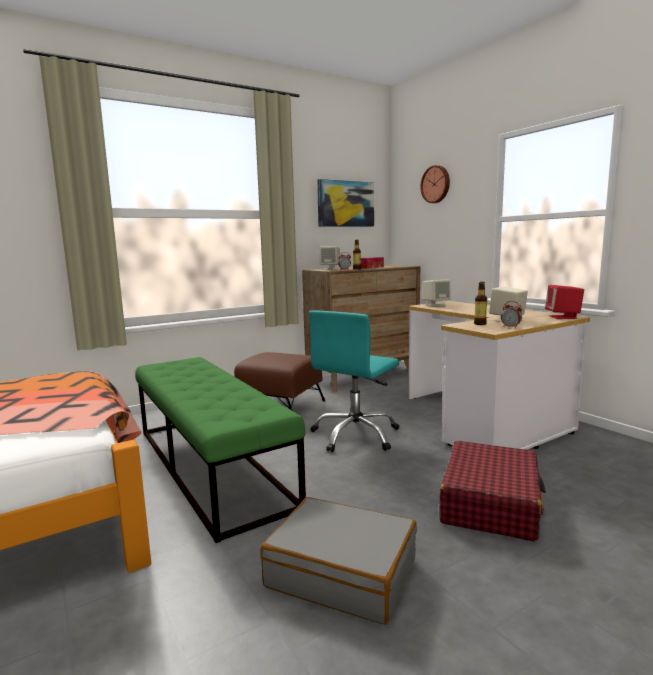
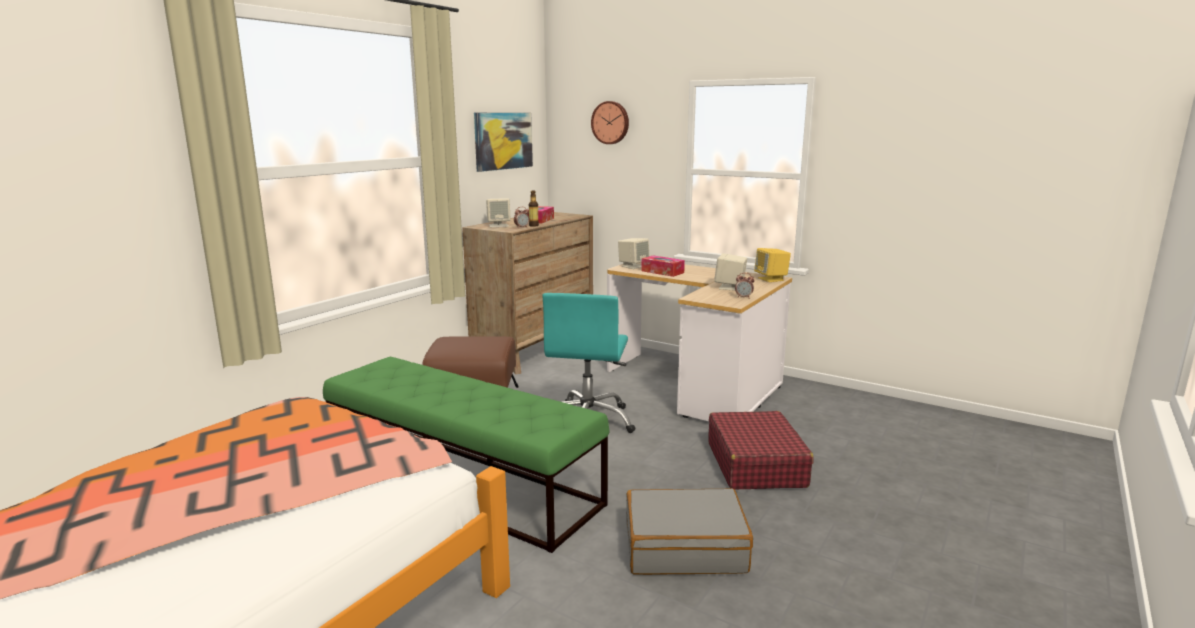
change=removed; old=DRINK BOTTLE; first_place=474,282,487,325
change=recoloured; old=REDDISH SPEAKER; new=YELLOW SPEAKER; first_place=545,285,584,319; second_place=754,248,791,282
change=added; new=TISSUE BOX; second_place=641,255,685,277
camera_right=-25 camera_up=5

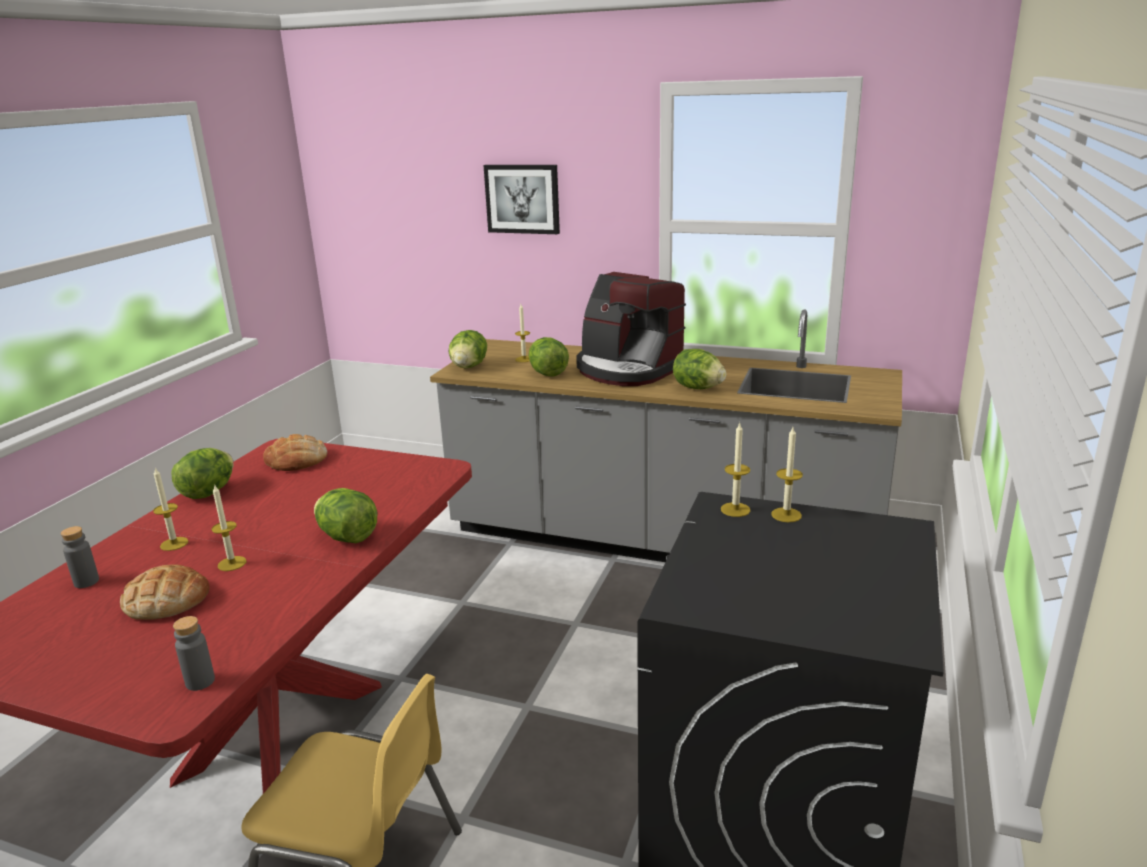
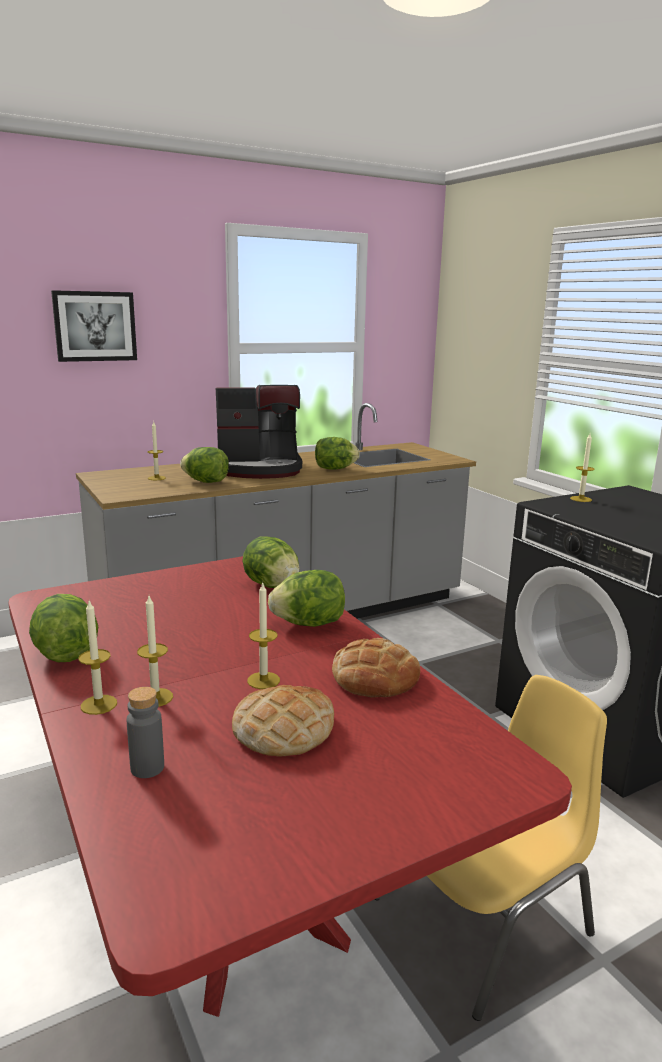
change=moved; old=LETTUCE; first_place=449,330,487,368; second_place=243,537,300,588
change=moved; old=WAX CANDLE; first_place=721,422,750,517; second_place=78,600,117,715
change=moved; old=BAKED BREAD; first_place=263,434,327,471; second_place=332,638,420,698
change=removed; old=GREYISH DRINK BOTTLE; first_place=173,616,215,691
camera_right=-50 camera_up=-5

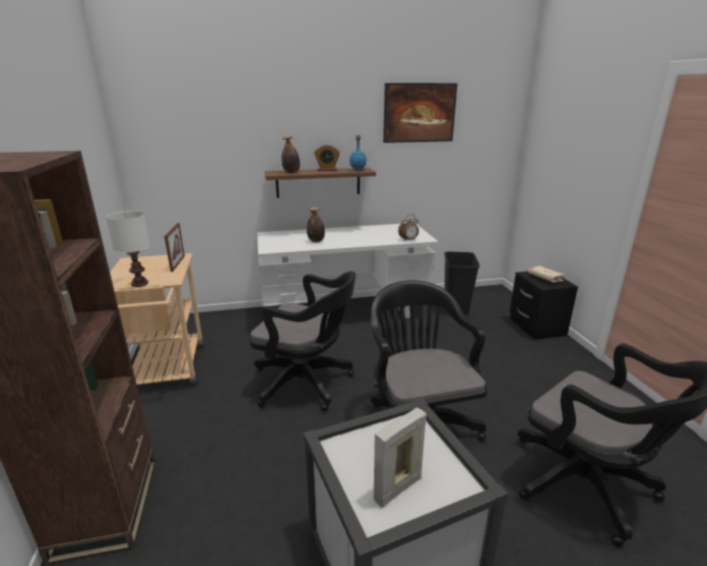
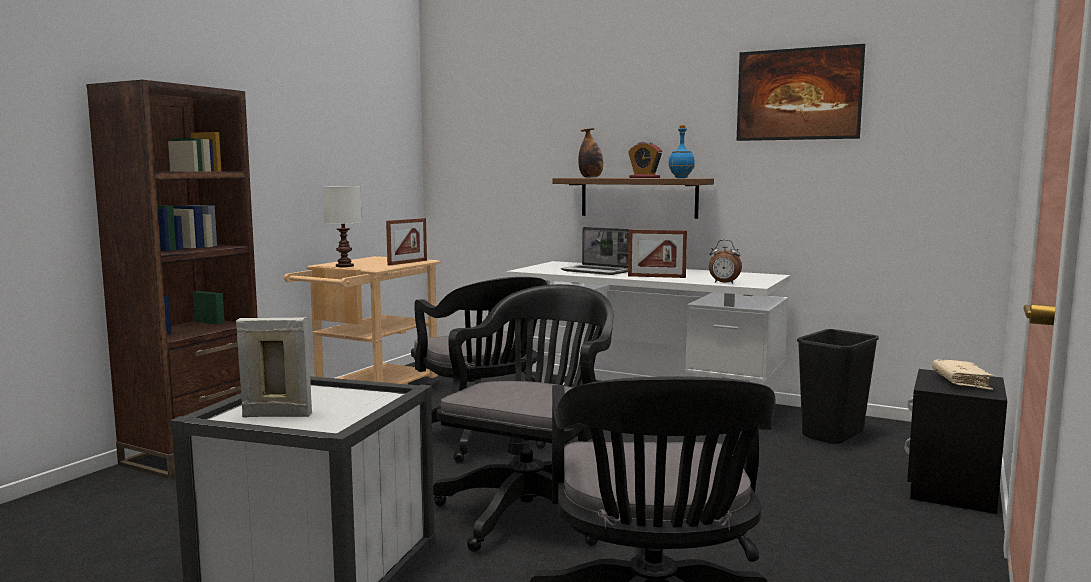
change=replaced; old=DRINK BOTTLE; new=LAPTOP; first_place=307,207,325,242; second_place=561,227,632,275
change=added; new=STANDING FRAME; second_place=628,230,687,278
camera_right=40 camera_up=-15

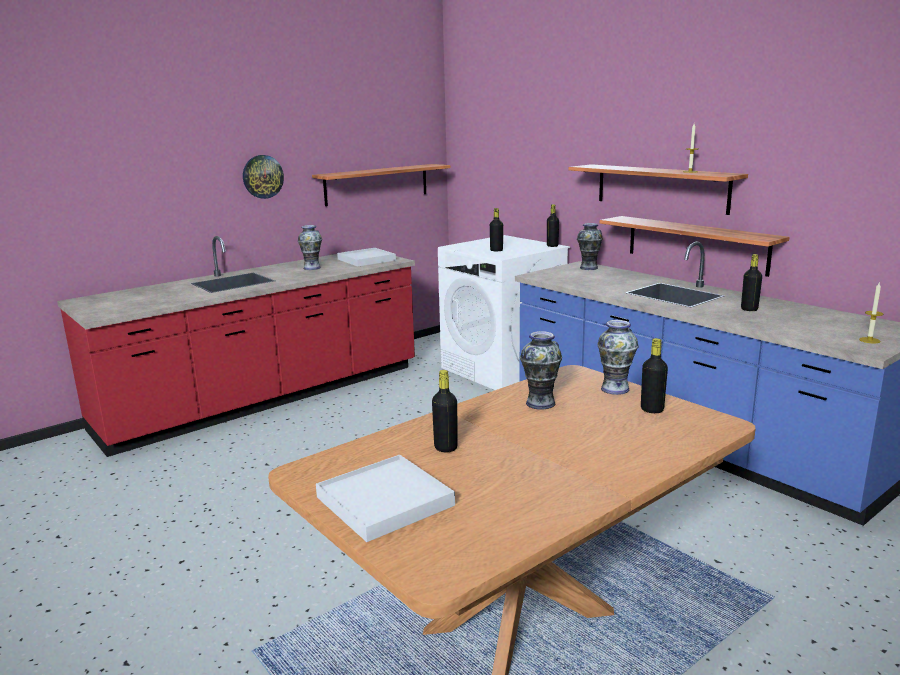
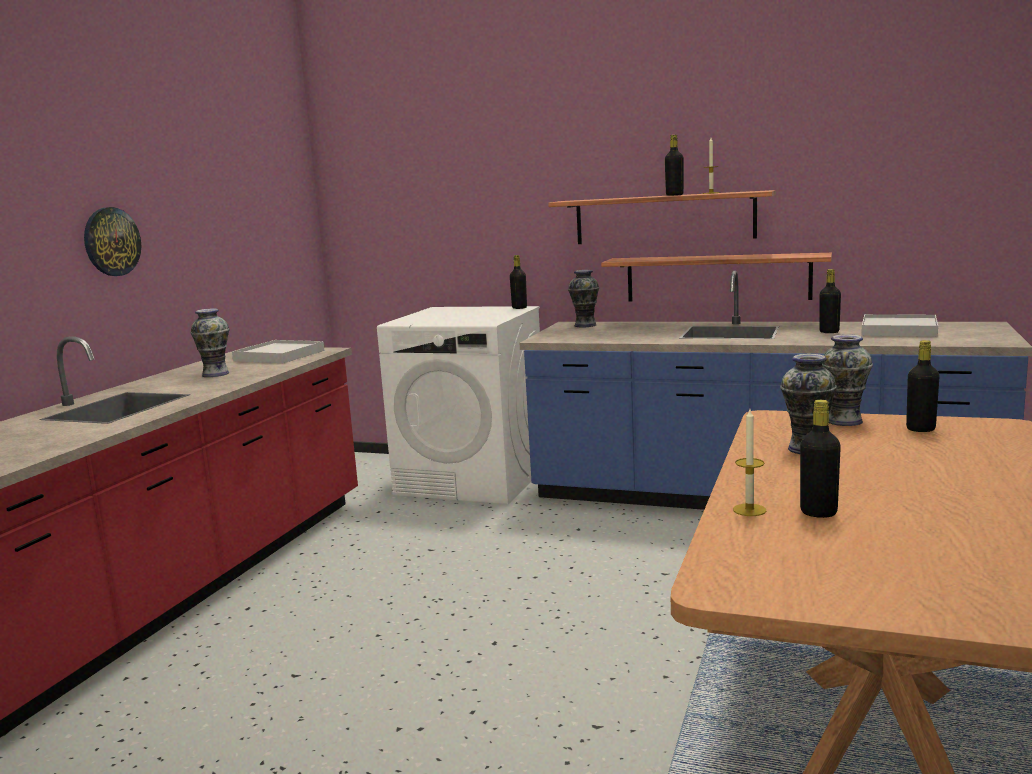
change=removed; old=SHELF; first_place=312,164,451,206
change=moved; old=BLACK DRINK BOTTLE; first_place=490,208,503,251; second_place=665,135,684,196
change=moved; old=WAX CANDLE; first_place=859,283,883,344; second_place=733,409,767,516
change=moved; old=WHITISH CARRYING TRAY; first_place=316,455,455,542; second_place=861,314,938,337
camera_right=-30 camera_up=-5

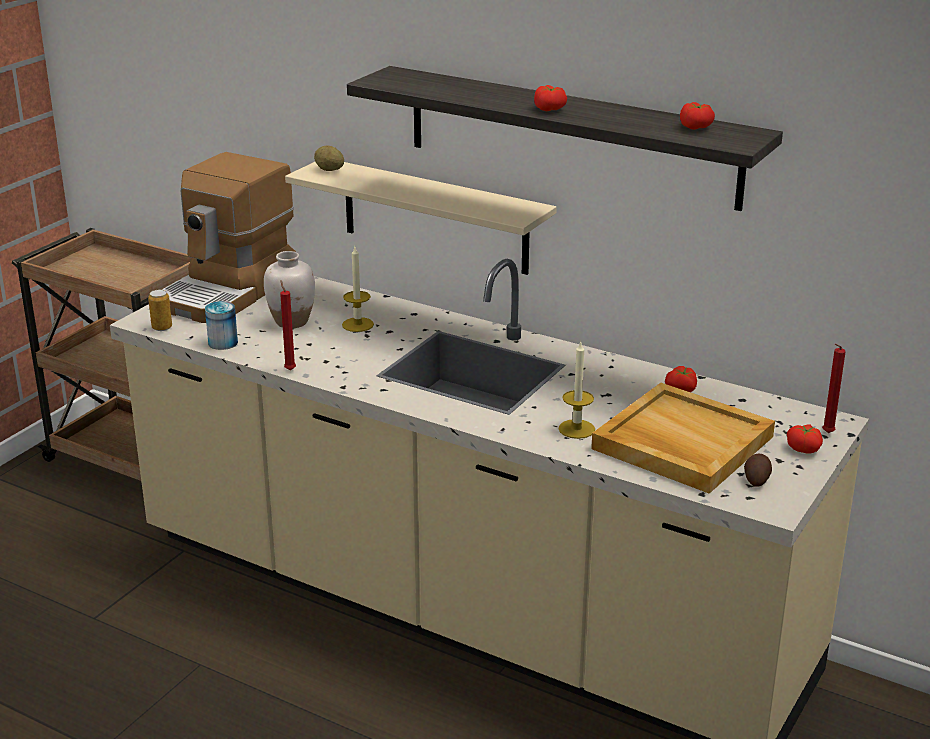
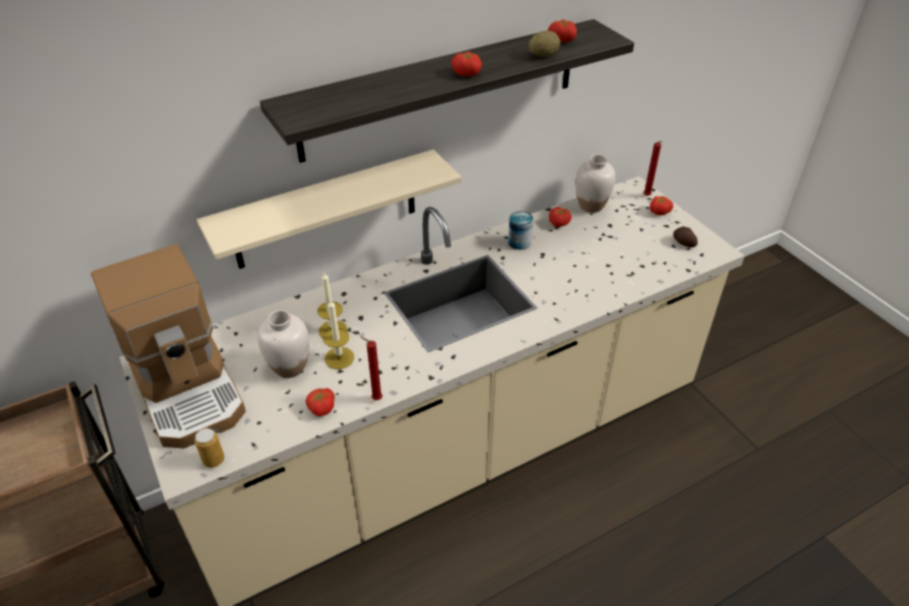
change=moved; old=SPUD; first_place=314,146,344,171; second_place=529,31,560,57
change=moved; old=METAL CAN; first_place=205,301,238,350; second_place=508,211,533,250
change=moved; old=WAX CANDLE; first_place=558,341,595,439; second_place=323,299,354,369
change=removed; old=BEIGE CARRYING TRAY; first_place=591,383,775,494
change=added; new=WHITISH VASE; second_place=575,154,615,213
change=added; new=TOMATO; second_place=305,388,335,417
camera_right=-60 camera_up=15

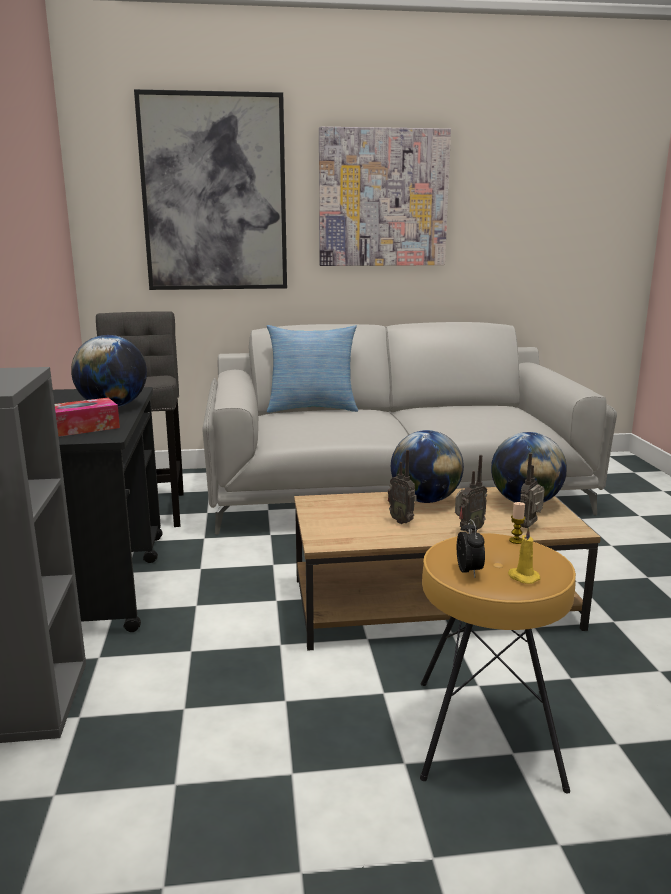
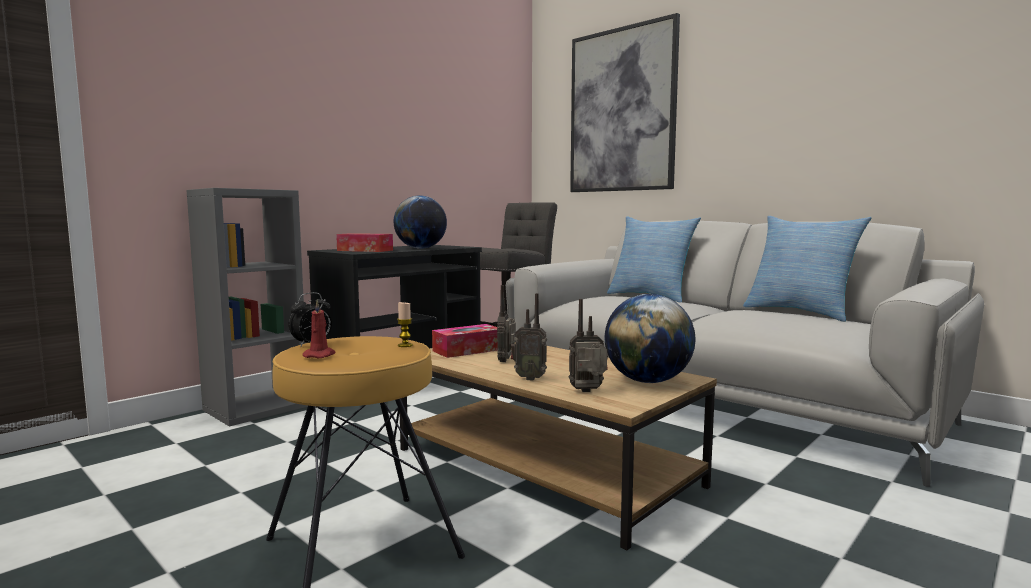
change=removed; old=WALL ART; first_place=319,127,451,266
change=removed; old=GLOBE; first_place=391,430,464,503
change=recoloured; old=YELLOW WAX CANDLE; new=REDDISH WAX CANDLE; first_place=508,527,540,584; second_place=303,300,335,358
change=added; new=THROW PILLOW; second_place=743,216,872,322
change=added; new=TISSUE BOX; second_place=432,324,498,358
camera_right=50 camera_up=-10

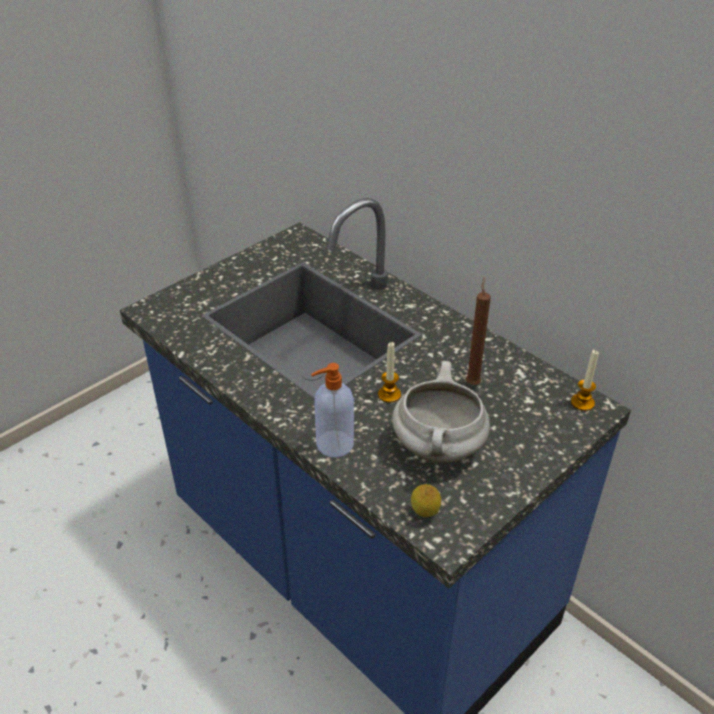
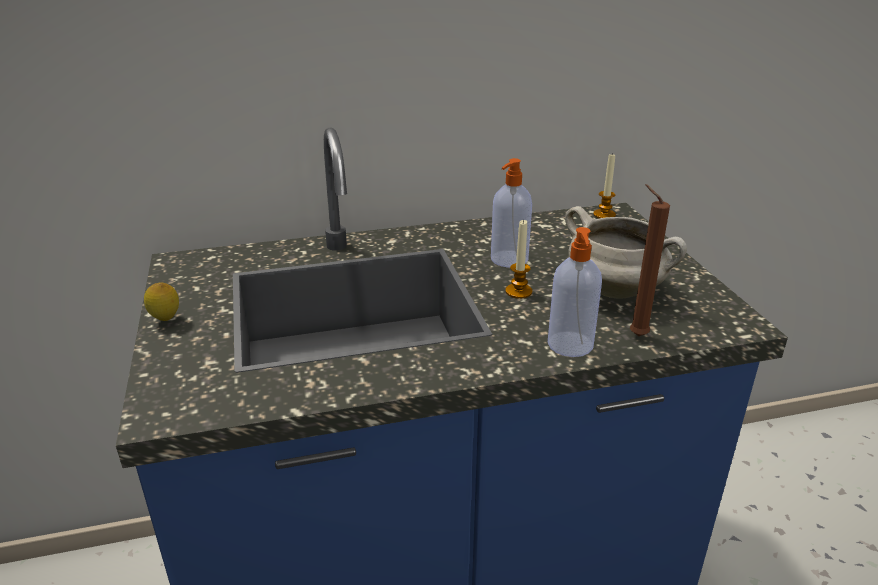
change=moved; old=BROWNISH WAX CANDLE; first_place=466,277,491,385; second_place=630,184,670,336
change=moved; old=CITRUS FRUIT; first_place=411,484,441,517; second_place=144,282,179,321
change=added; new=SOAP DISPENSER; second_place=491,158,532,267
camera_right=-60 camera_up=-10

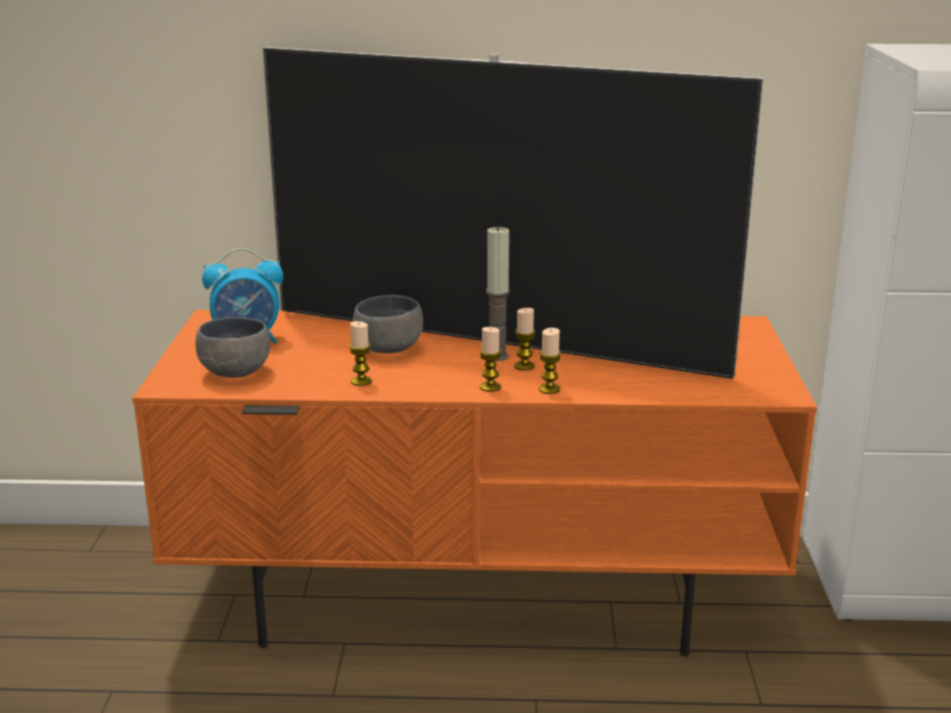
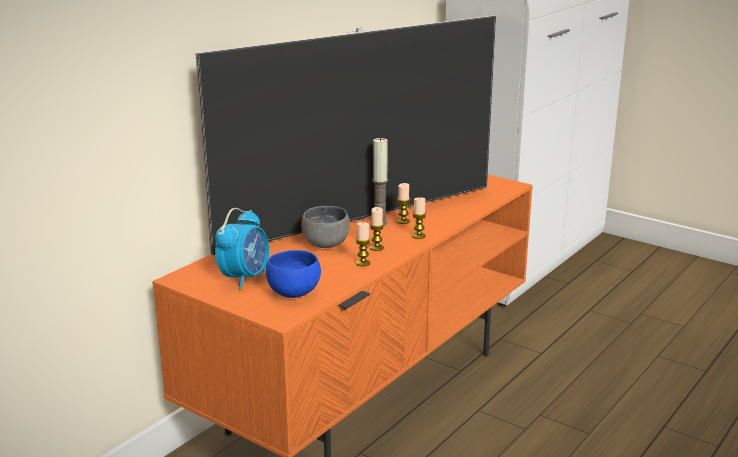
change=recoloured; old=GREYISH SERVING BOWL; new=BLUISH SERVING BOWL; first_place=196,317,271,378; second_place=266,250,321,298
change=moved; old=WAX CANDLE; first_place=539,328,561,394; second_place=370,207,384,251
camera_right=-55 camera_up=0

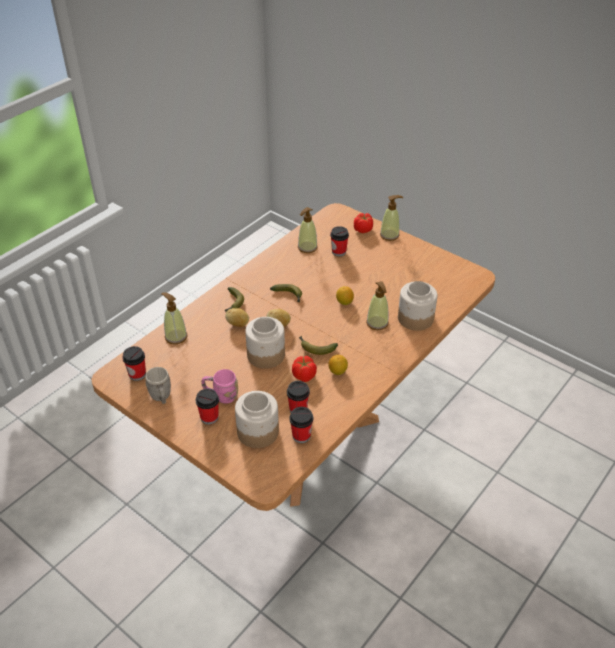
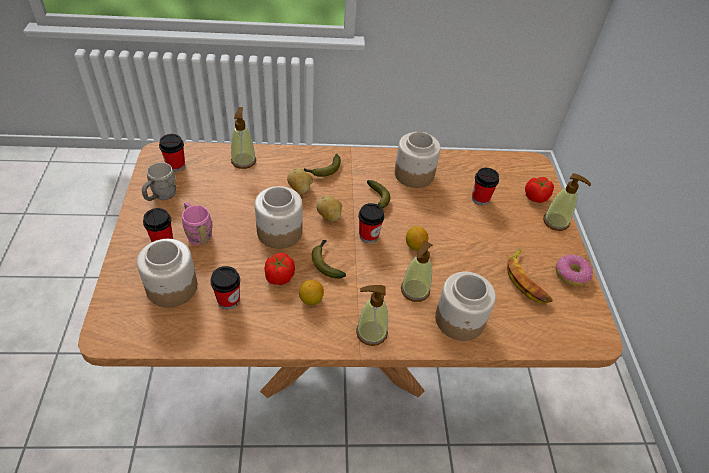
change=moved; old=SOAP DISPENSER; first_place=298,207,318,253; second_place=356,285,388,346
change=moved; old=DRINKING CUP; first_place=289,407,313,443; second_place=359,203,385,243
change=added; new=STORAGE JAR; second_place=395,132,441,188
change=added; new=WHOLE BANANA; second_place=507,248,553,304
change=added; new=DOUGHNUT; second_place=556,254,593,286
camera_right=45 camera_up=5

